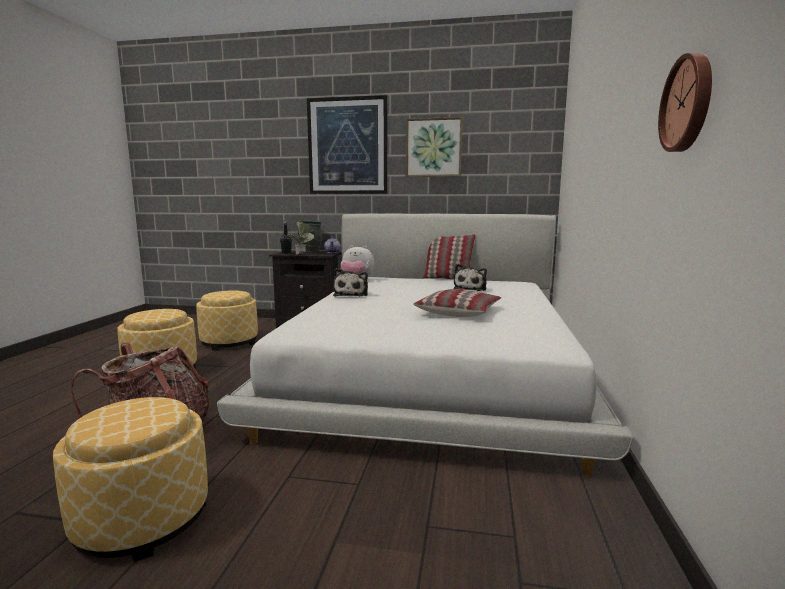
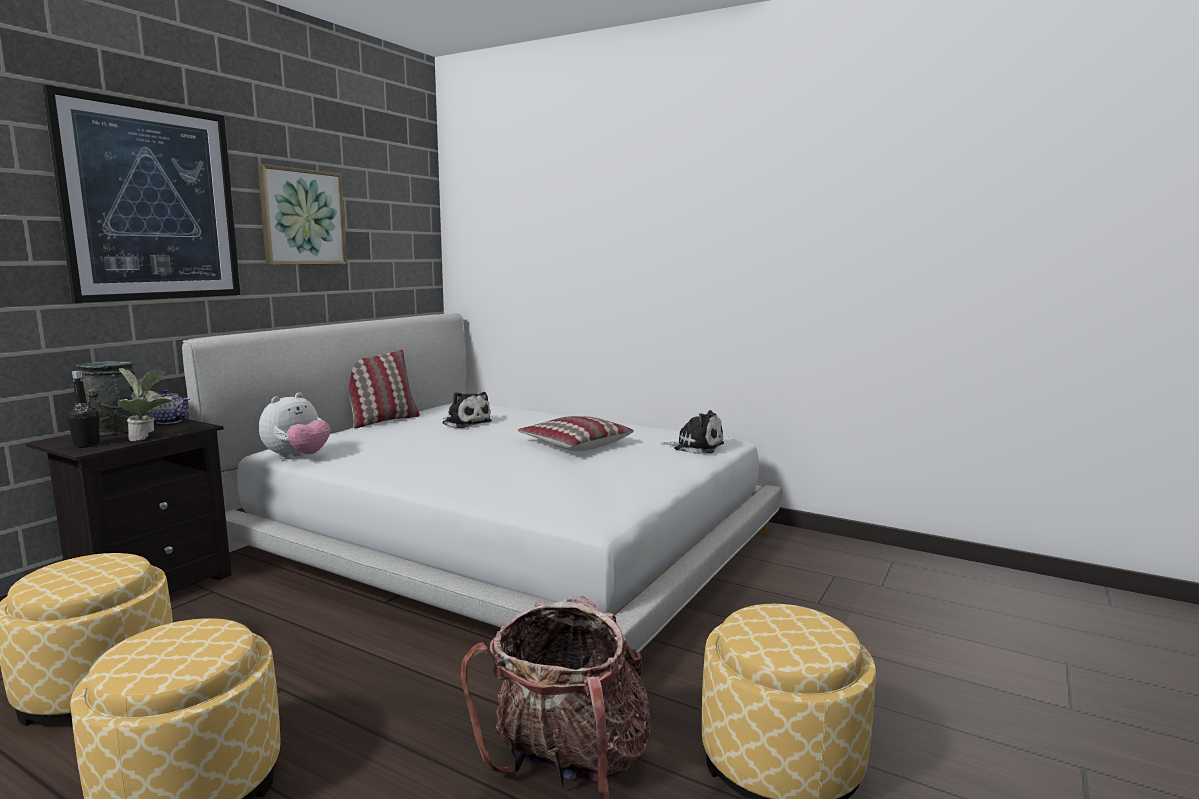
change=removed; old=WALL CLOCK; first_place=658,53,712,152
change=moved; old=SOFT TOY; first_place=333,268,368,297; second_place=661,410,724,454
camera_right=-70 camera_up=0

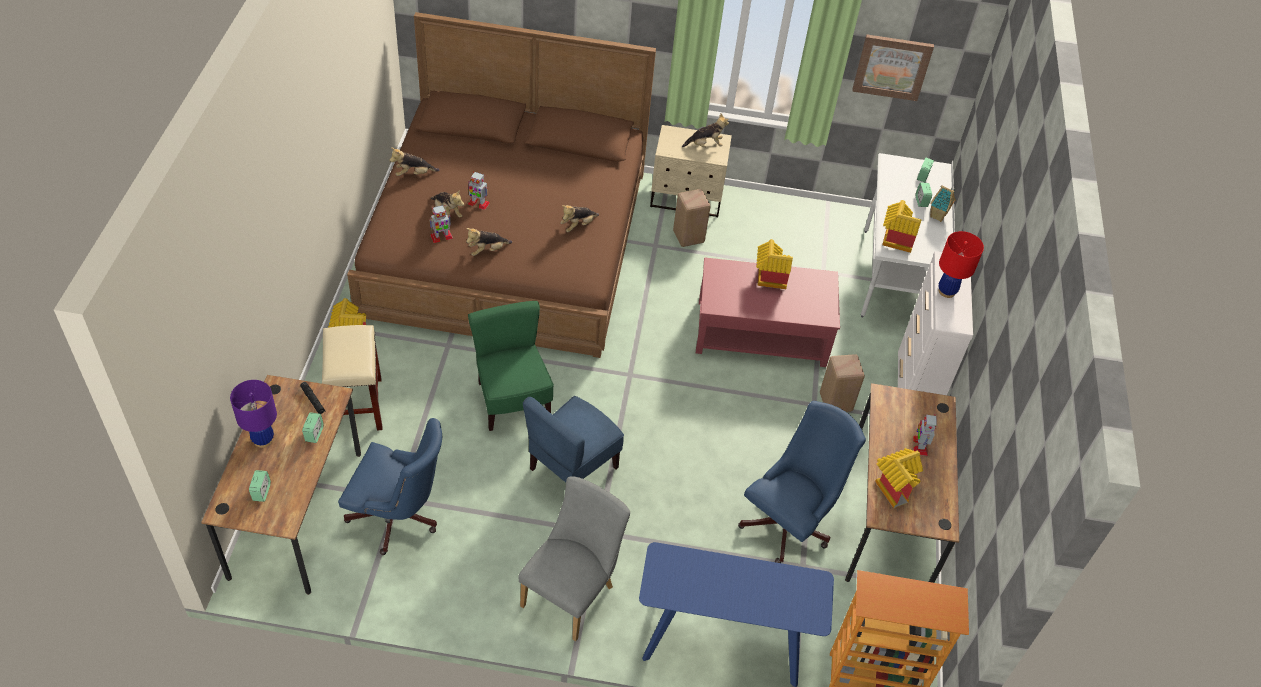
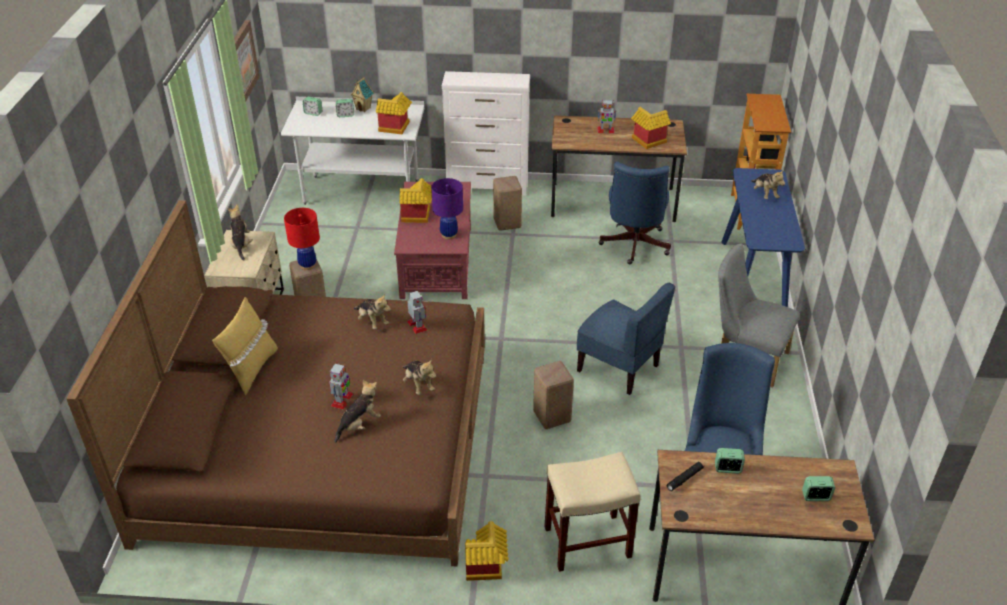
change=moved; old=SOFT TOY; first_place=389,147,440,176; second_place=751,169,785,199
change=moved; old=ROBOT FIGURE; first_place=429,205,453,243; second_place=407,291,427,334
change=moved; old=REDDISH TABLE LAMP; first_place=938,231,984,298; second_place=284,208,320,270
change=replaced; old=GREEN-COLOURED UPRIGHT CHAIR; new=BEIGE STOOL; first_place=468,301,554,431; second_place=533,361,574,429
change=moved; old=PURPLE TABLE LAMP; first_place=230,380,277,448; second_place=431,178,463,240
change=turned; old=BLUISH COMPUTER CHAIR; first_place=738,401,866,563; second_place=599,162,671,264; degrees=-120
change=added; new=YELLOW THROW PILLOW; second_place=212,297,278,395
camera_right=-90 camera_up=-10

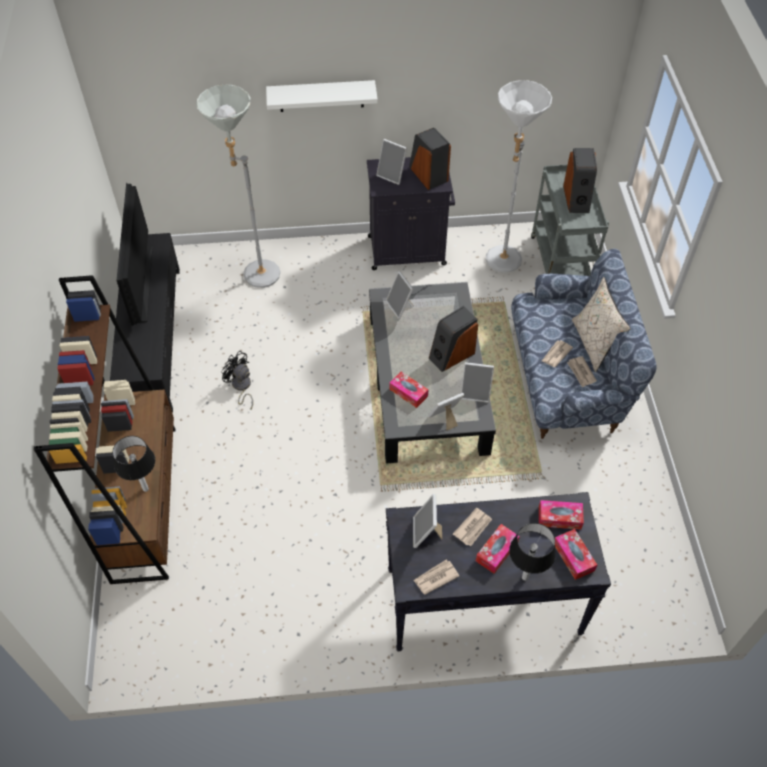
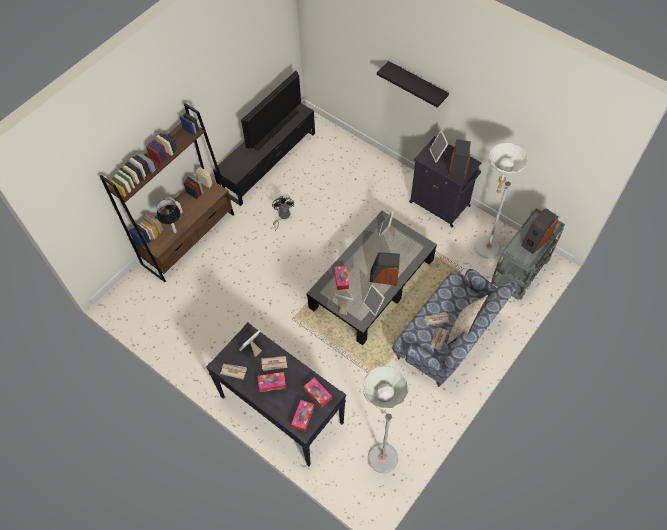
change=recoloured; old=WHITISH SHELF; new=BLACK SHELF; first_place=266,80,378,112; second_place=377,61,449,107
change=moved; old=GREYISH STANDARD LAMP; first_place=196,85,281,288; second_place=363,366,409,473
change=removed; old=TABLE LAMP; first_place=509,523,556,581
camera_right=45 camera_up=5

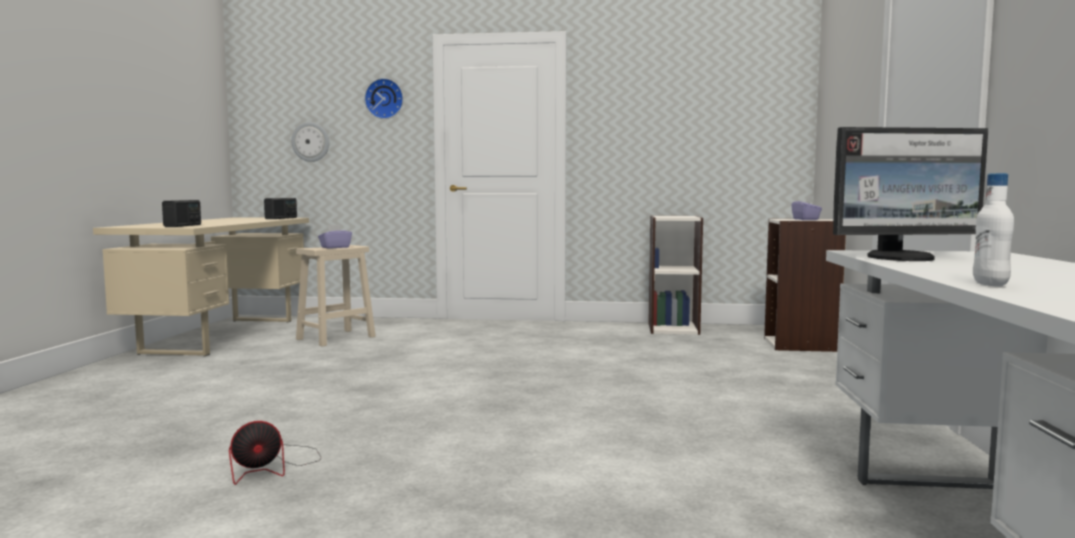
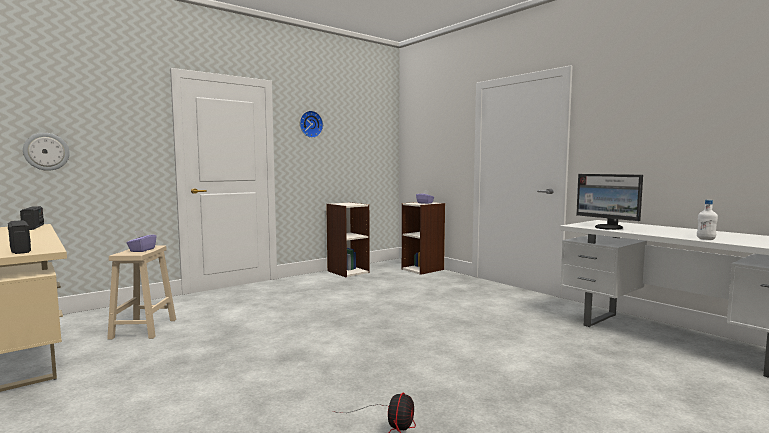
change=moved; old=WALL CLOCK; first_place=364,78,403,119; second_place=300,111,323,138
change=turned; old=MONITOR; first_place=833,127,989,261; second_place=576,174,643,230; degrees=105
camera_right=-45 camera_up=0

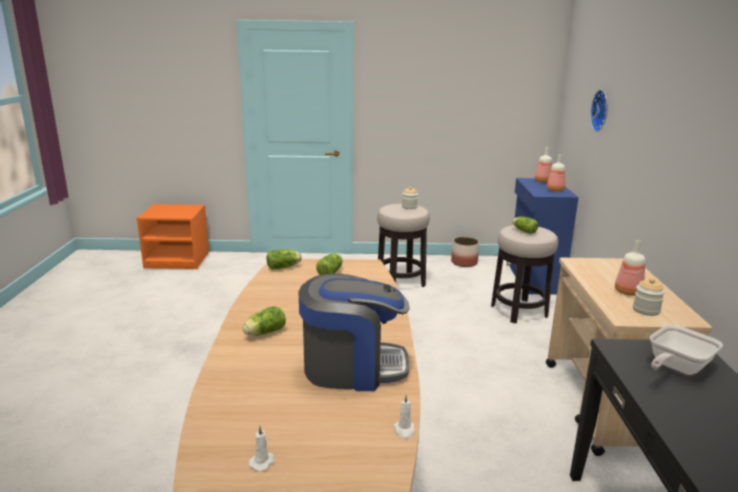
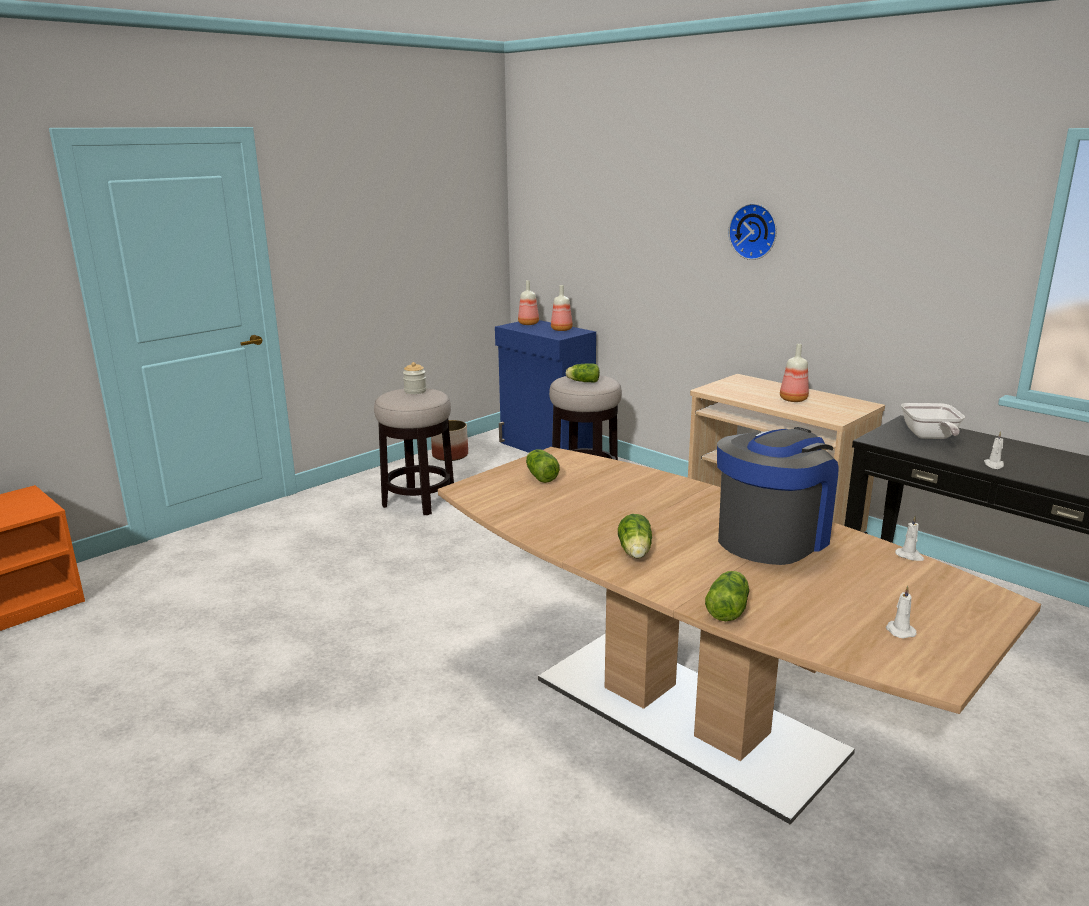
change=moved; old=WALL CLOCK; first_place=590,90,608,132; second_place=728,203,777,260
change=moved; old=LETTUCE; first_place=267,249,302,270; second_place=705,571,749,621
change=removed; old=STORAGE JAR; first_place=633,278,665,316
change=added; new=WHITISH WAX CANDLE; second_place=984,431,1004,469
camera_right=-45 camera_up=0

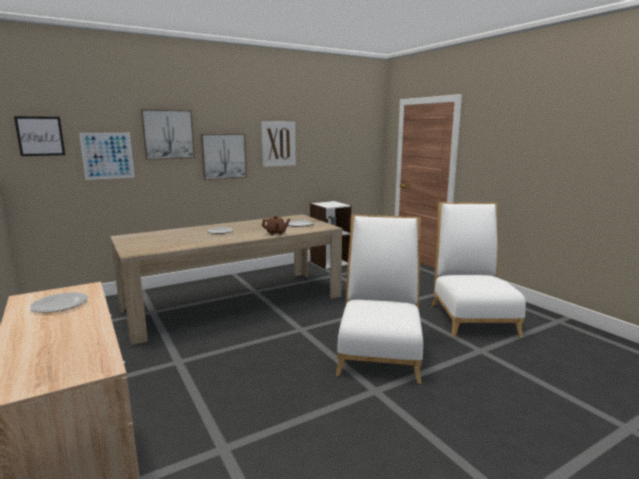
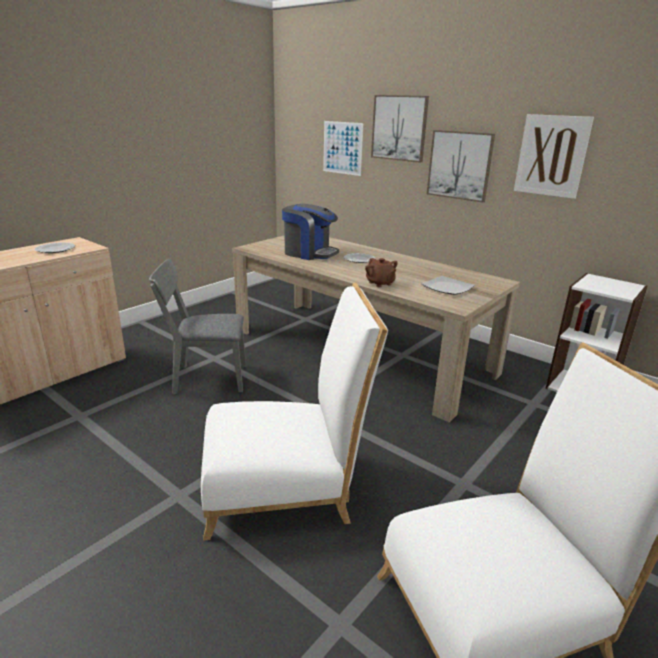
change=removed; old=WALL ART; first_place=14,116,65,156
change=added; new=COFFEE BREWER; second_place=282,204,339,260
change=added; new=GREYISH UPRIGHT CHAIR; second_place=149,259,246,395
camera_right=70 camera_up=10

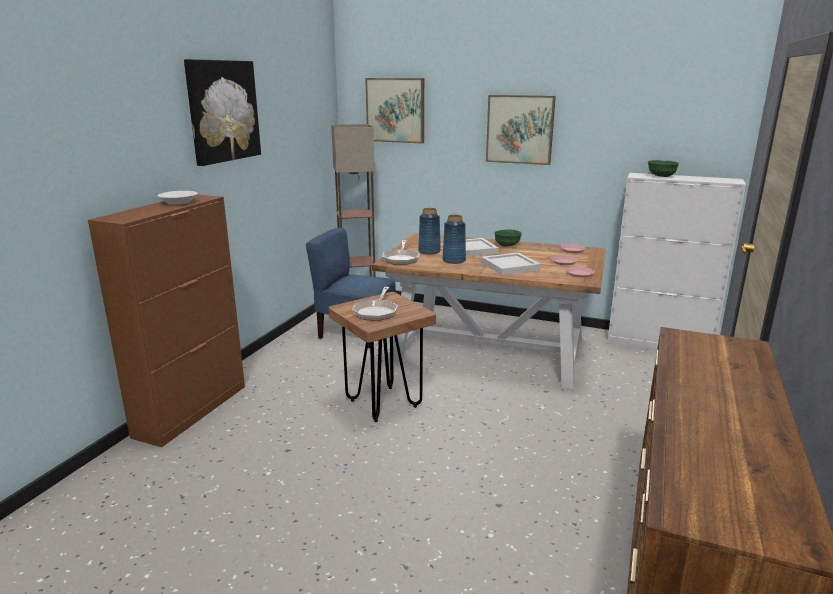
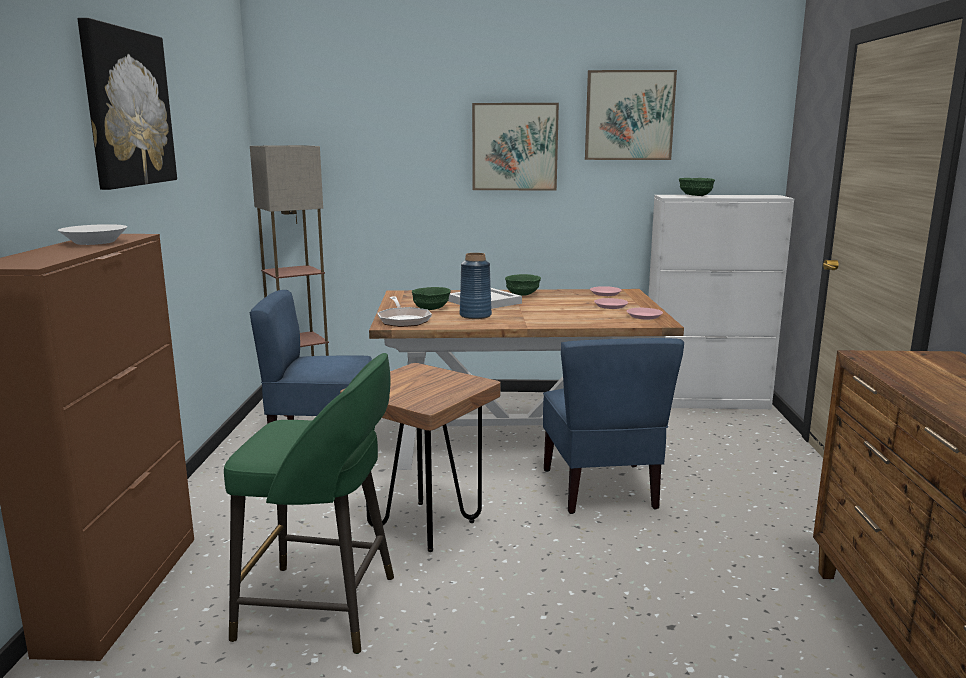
change=moved; old=WALL ART; first_place=365,78,424,143; second_place=585,70,677,160
change=replaced; old=BLUISH VASE; new=GREEN-COLOURED SERVING BOWL; first_place=418,208,441,255; second_place=412,287,451,310
change=removed; old=WHITISH CARRYING TRAY; first_place=481,253,541,275
change=removed; old=FRYING PAN; first_place=352,287,398,321
change=added; new=BLUISH UPRIGHT CHAIR; second_place=543,338,684,514
change=added; new=GREEN-COLOURED STOOL; second_place=224,353,394,654
camera_right=-20 camera_up=-5

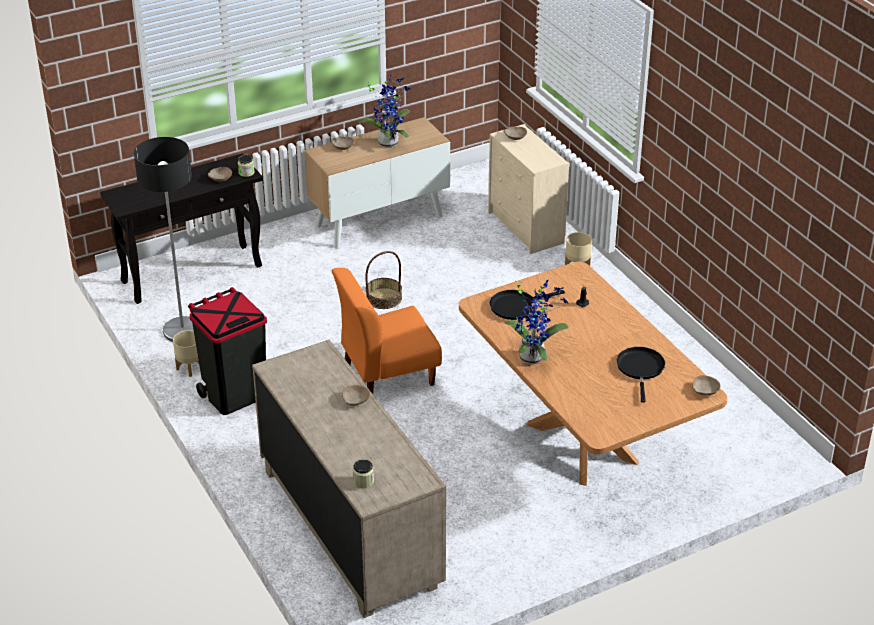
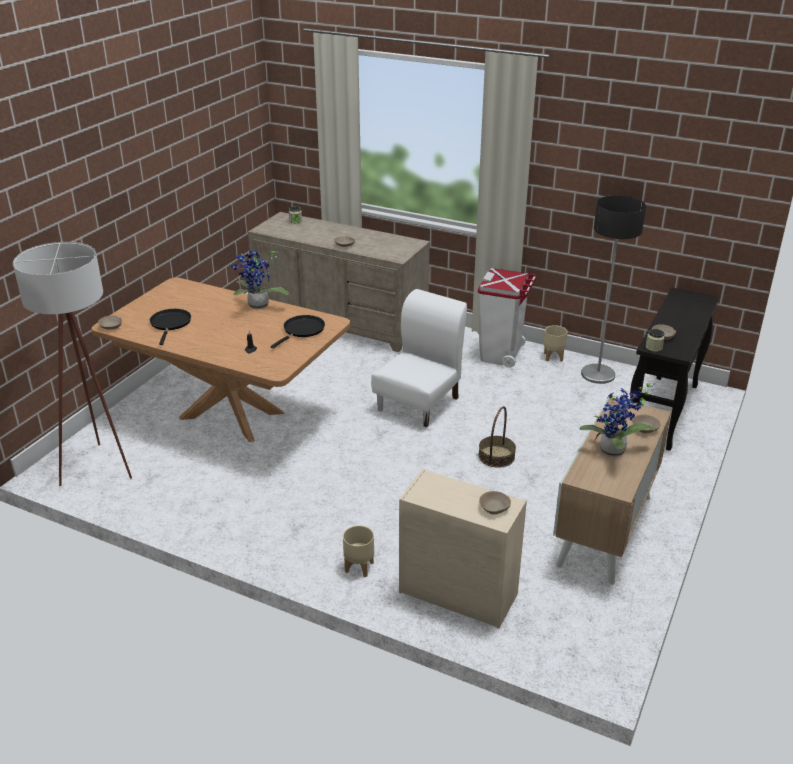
change=recoloured; old=ORANGE-COLOURED UPRIGHT CHAIR; new=WHITISH UPRIGHT CHAIR; first_place=332,268,442,394; second_place=371,289,467,427
change=recoloured; old=BLACK TRASH CAN; new=WHITISH TRASH CAN; first_place=188,287,267,415; second_place=478,268,537,368
change=turned; old=BLACK FRYING PAN; first_place=616,347,665,402; second_place=150,309,191,345; degrees=-150
change=added; new=WHITISH STANDARD LAMP; second_place=13,242,132,486
camera_right=145 camera_up=-5

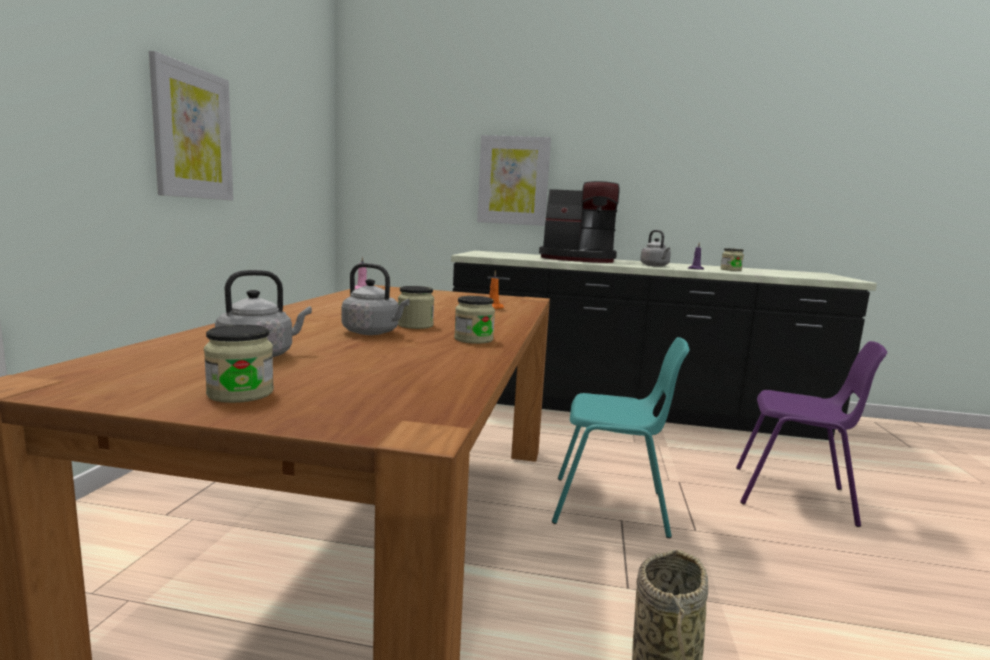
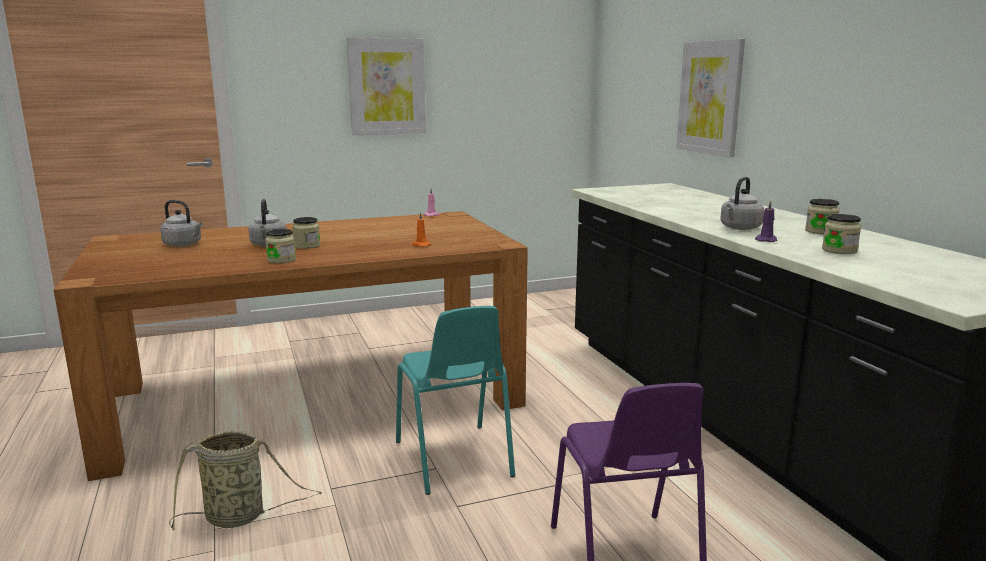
change=removed; old=COFFEE BREWER; first_place=539,181,620,263
change=moved; old=STORAGE JAR; first_place=204,325,274,403; second_place=805,199,840,234
camera_right=60 camera_up=5

